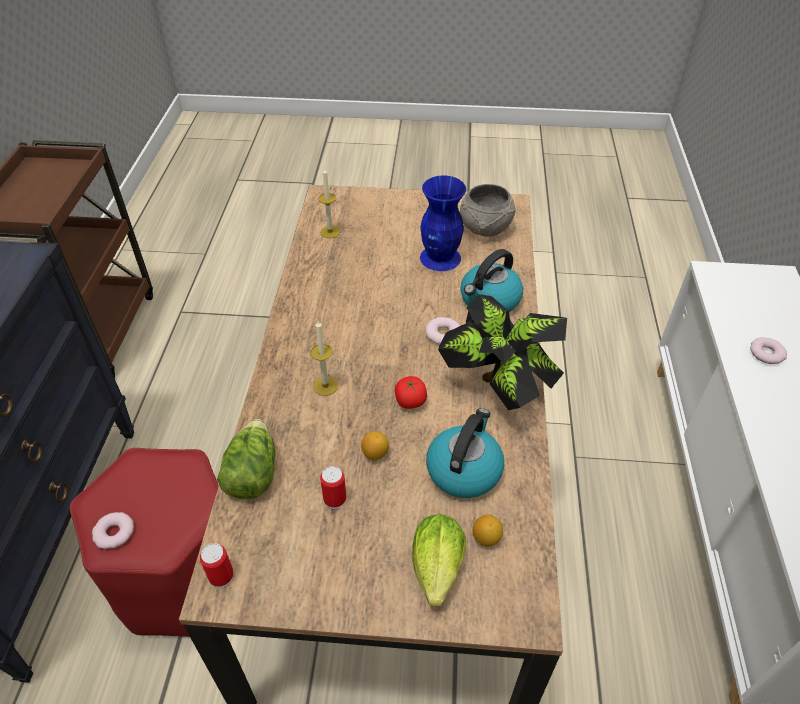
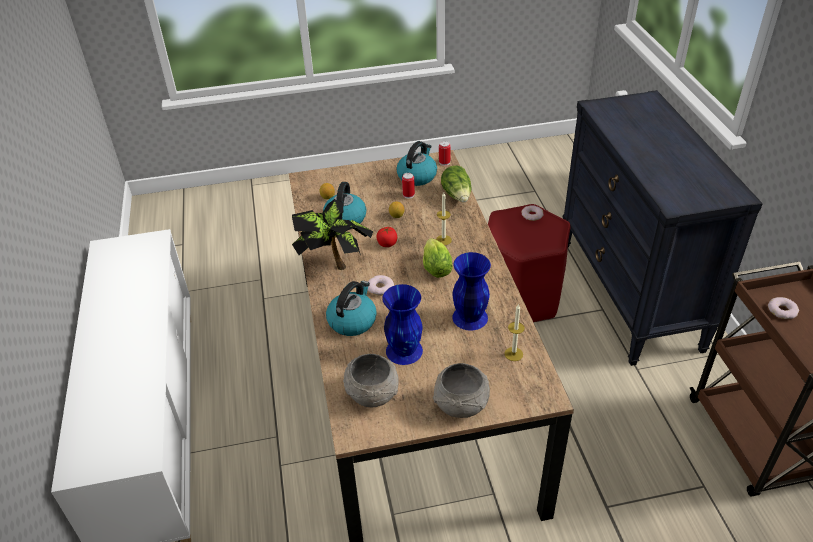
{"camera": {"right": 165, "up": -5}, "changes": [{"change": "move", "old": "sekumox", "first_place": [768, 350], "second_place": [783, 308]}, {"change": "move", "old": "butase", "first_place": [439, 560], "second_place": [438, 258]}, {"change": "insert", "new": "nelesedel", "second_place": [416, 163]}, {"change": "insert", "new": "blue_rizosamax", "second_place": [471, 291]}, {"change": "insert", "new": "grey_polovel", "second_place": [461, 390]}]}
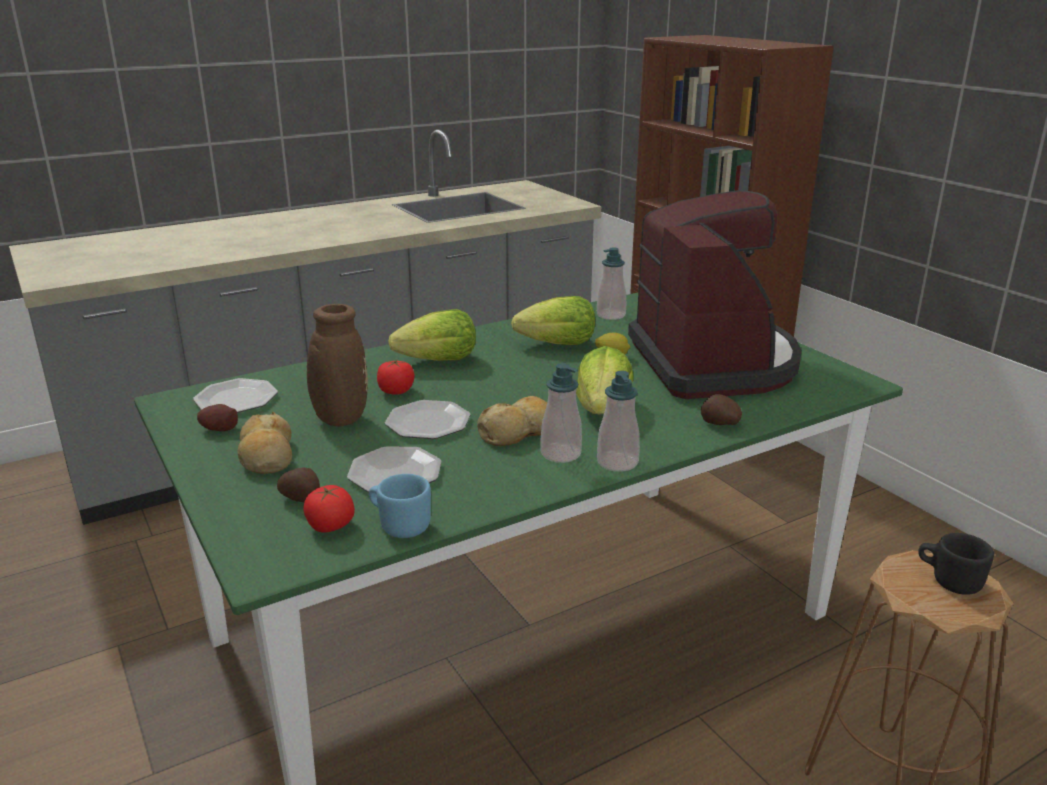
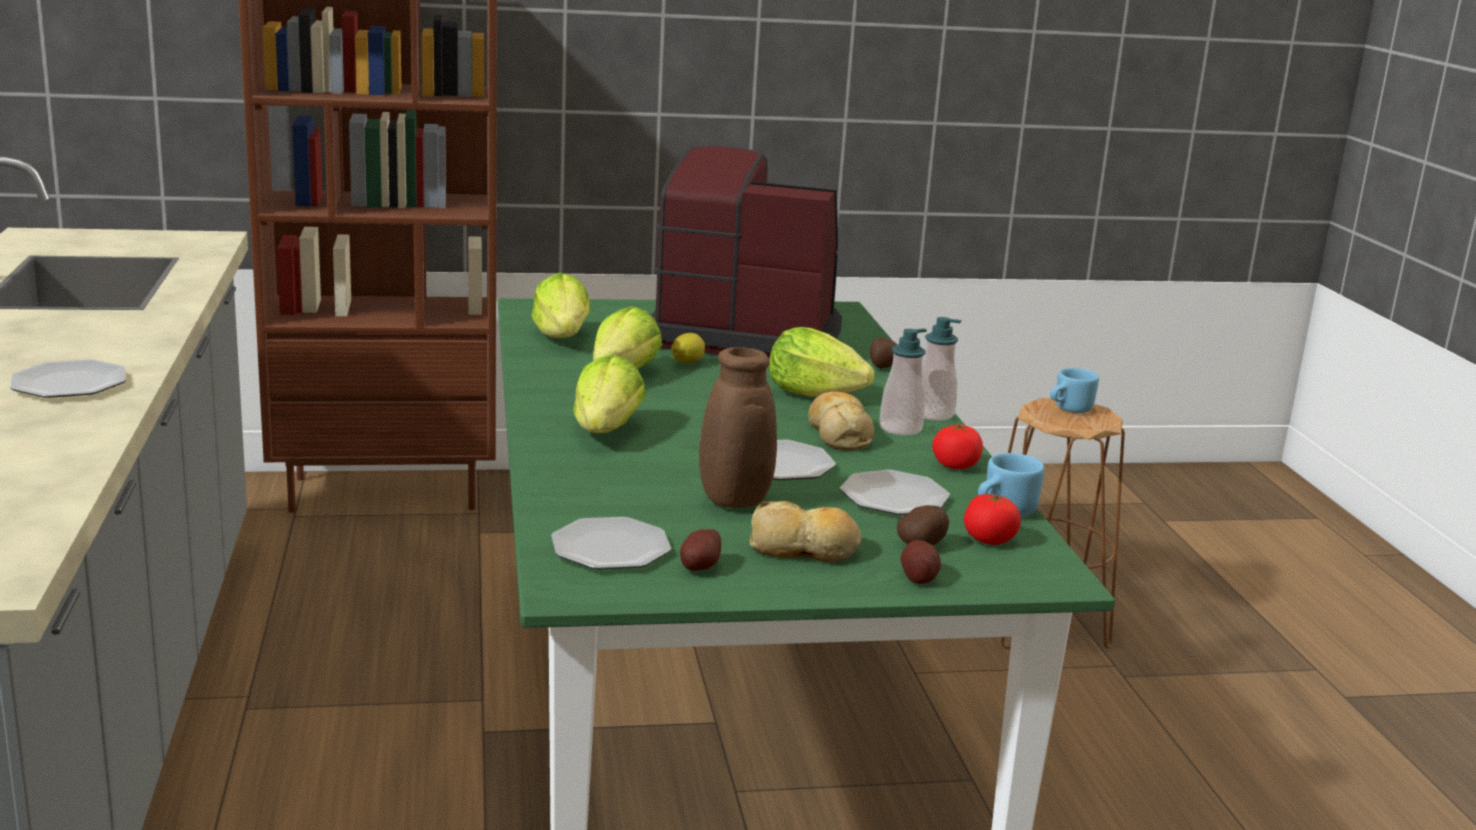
{"camera": {"right": -70, "up": -5}, "changes": [{"change": "replace", "old": "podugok", "new": "butase", "first_place": [611, 284], "second_place": [561, 305]}, {"change": "move", "old": "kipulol", "first_place": [395, 377], "second_place": [957, 446]}, {"change": "recolor", "old": "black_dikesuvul", "new": "blue_dikesuvul", "first_place": [956, 564], "second_place": [1074, 390]}, {"change": "insert", "new": "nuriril", "second_place": [68, 378]}, {"change": "insert", "new": "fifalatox", "second_place": [920, 562]}]}
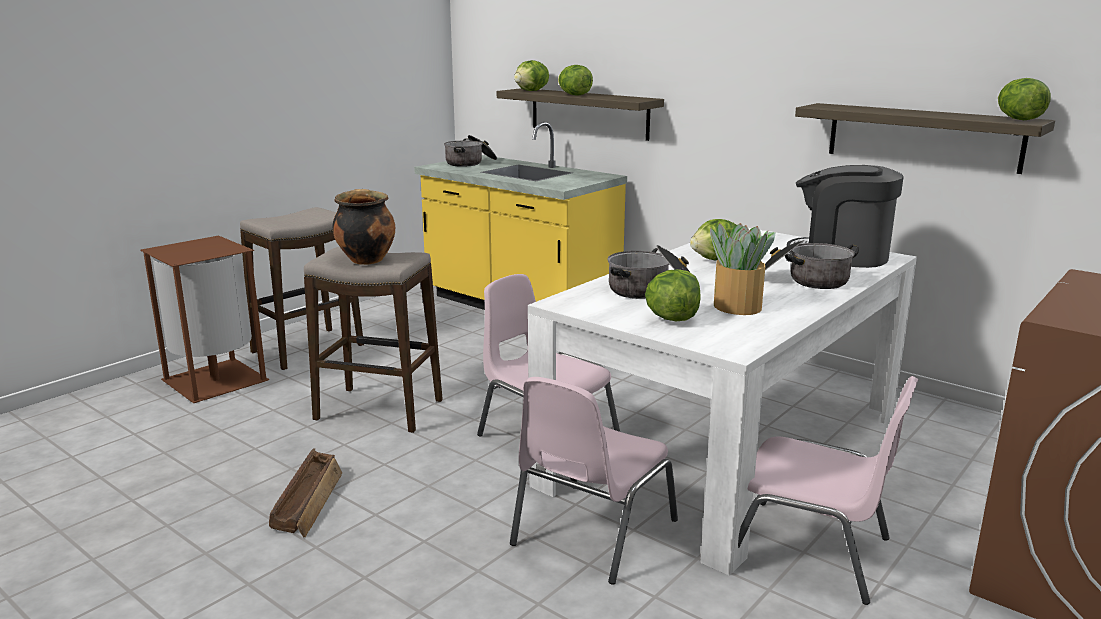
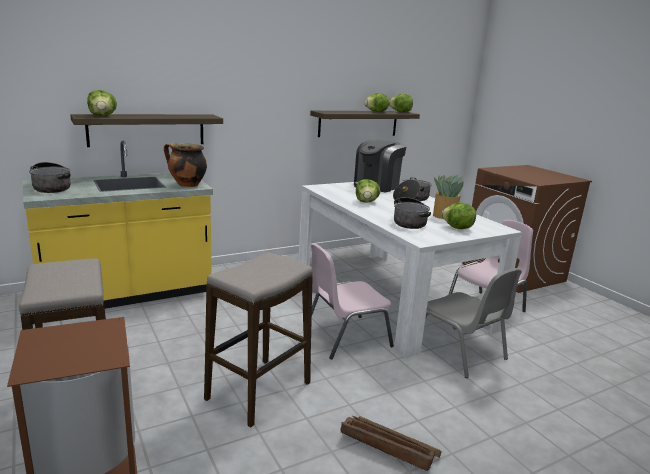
{"camera": {"right": -70, "up": 0}, "changes": [{"change": "move", "old": "butase", "first_place": [575, 80], "second_place": [376, 102]}, {"change": "move", "old": "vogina", "first_place": [363, 227], "second_place": [185, 165]}, {"change": "recolor", "old": "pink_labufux", "new": "grey_labufux", "first_place": [594, 481], "second_place": [473, 323]}]}
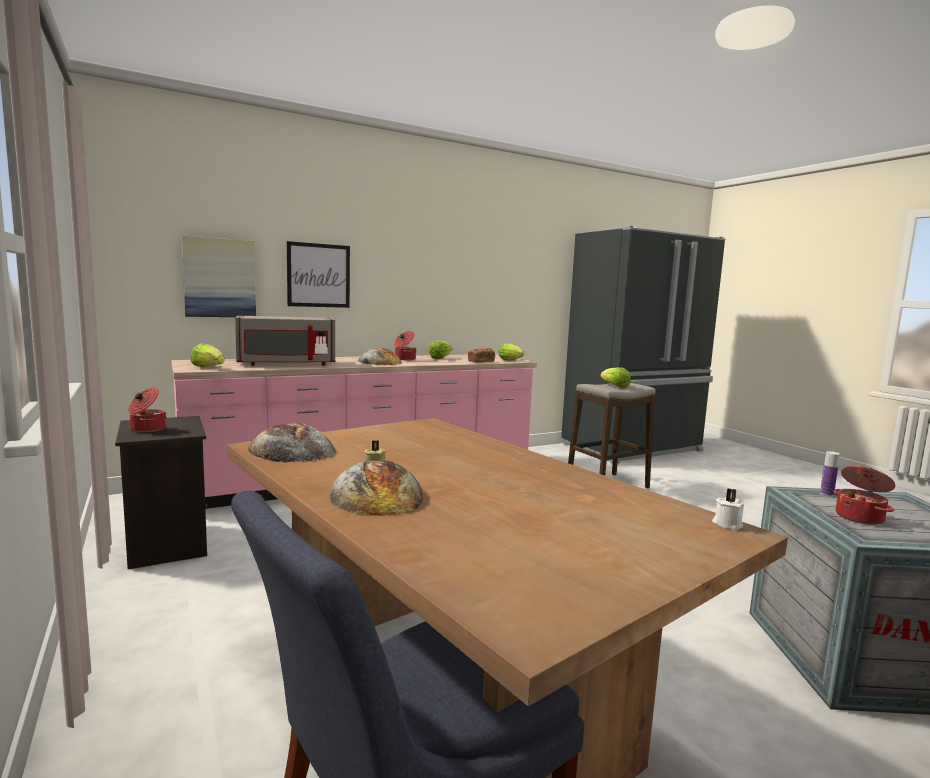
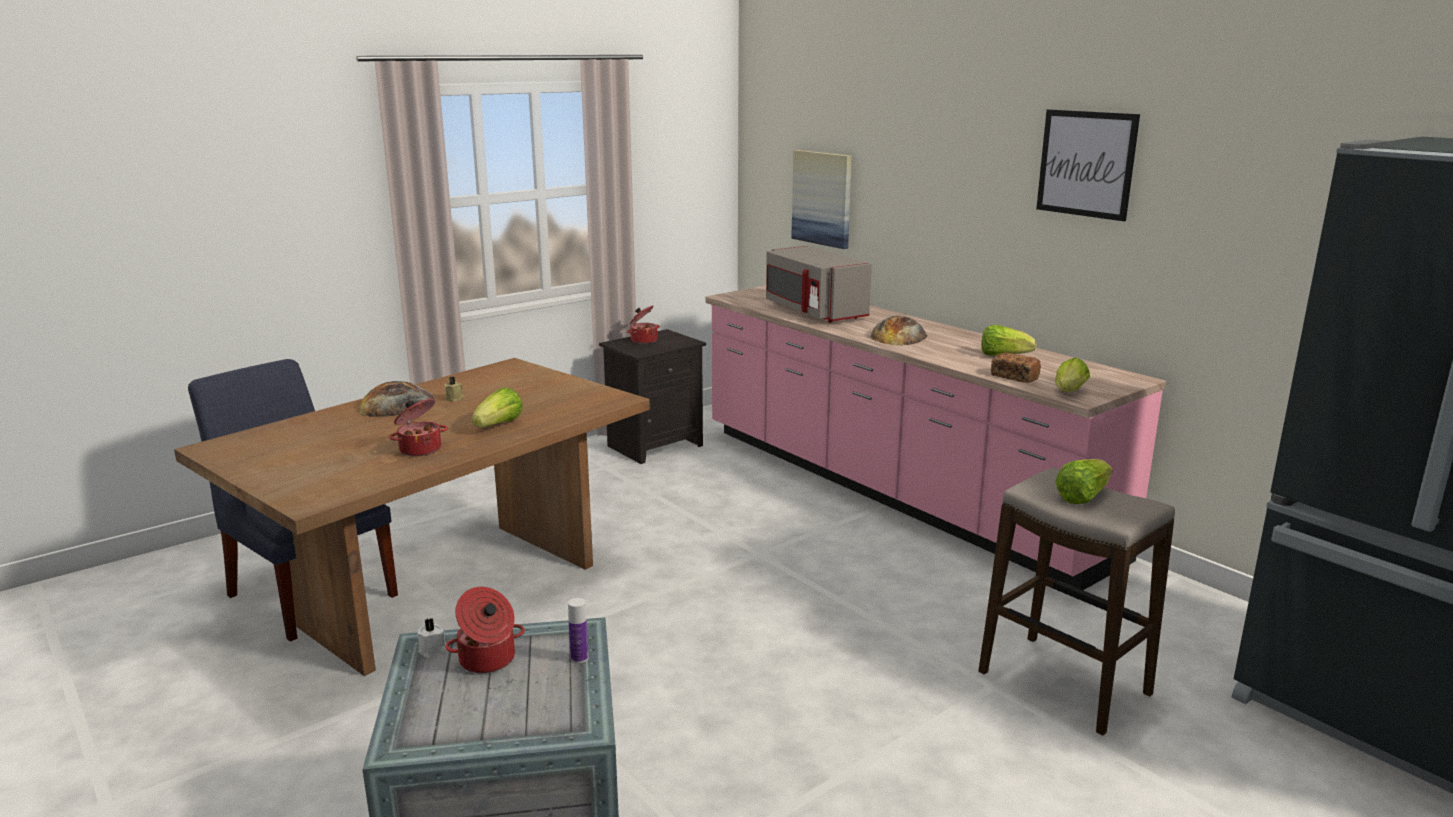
{"camera": {"right": 80, "up": 10}, "changes": [{"change": "move", "old": "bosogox", "first_place": [318, 274], "second_place": [1088, 165]}, {"change": "move", "old": "vogina", "first_place": [405, 345], "second_place": [418, 427]}, {"change": "move", "old": "butase", "first_place": [208, 355], "second_place": [497, 407]}, {"change": "delete", "old": "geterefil", "first_place": [292, 442]}, {"change": "move", "old": "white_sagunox", "first_place": [728, 509], "second_place": [432, 638]}]}
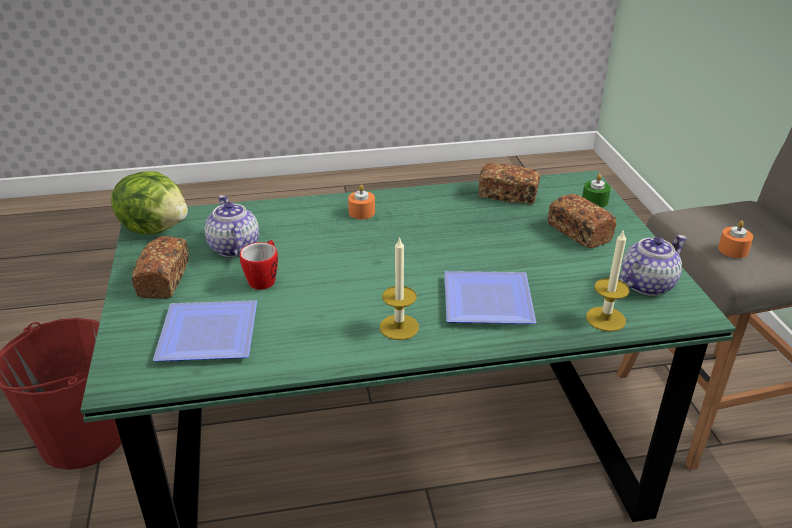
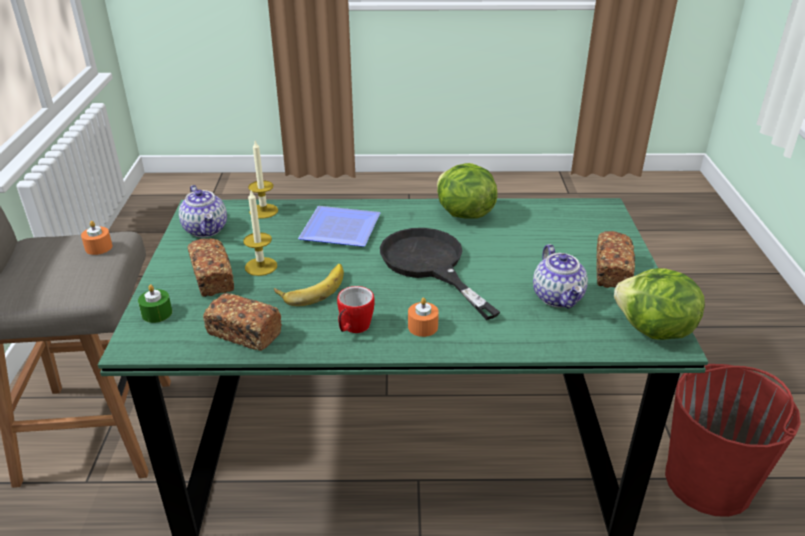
{"camera": {"right": -170, "up": 0}, "changes": [{"change": "rotate", "old": "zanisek", "first_place": [653, 265], "second_place": [203, 211], "degrees": -90}, {"change": "move", "old": "sagunox", "first_place": [399, 288], "second_place": [260, 233]}, {"change": "move", "old": "dikesuvul", "first_place": [259, 265], "second_place": [356, 309]}, {"change": "delete", "old": "nuriril", "first_place": [205, 331]}, {"change": "insert", "new": "butase", "second_place": [467, 191]}, {"change": "insert", "new": "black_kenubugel", "second_place": [440, 274]}, {"change": "insert", "new": "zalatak", "second_place": [309, 285]}]}
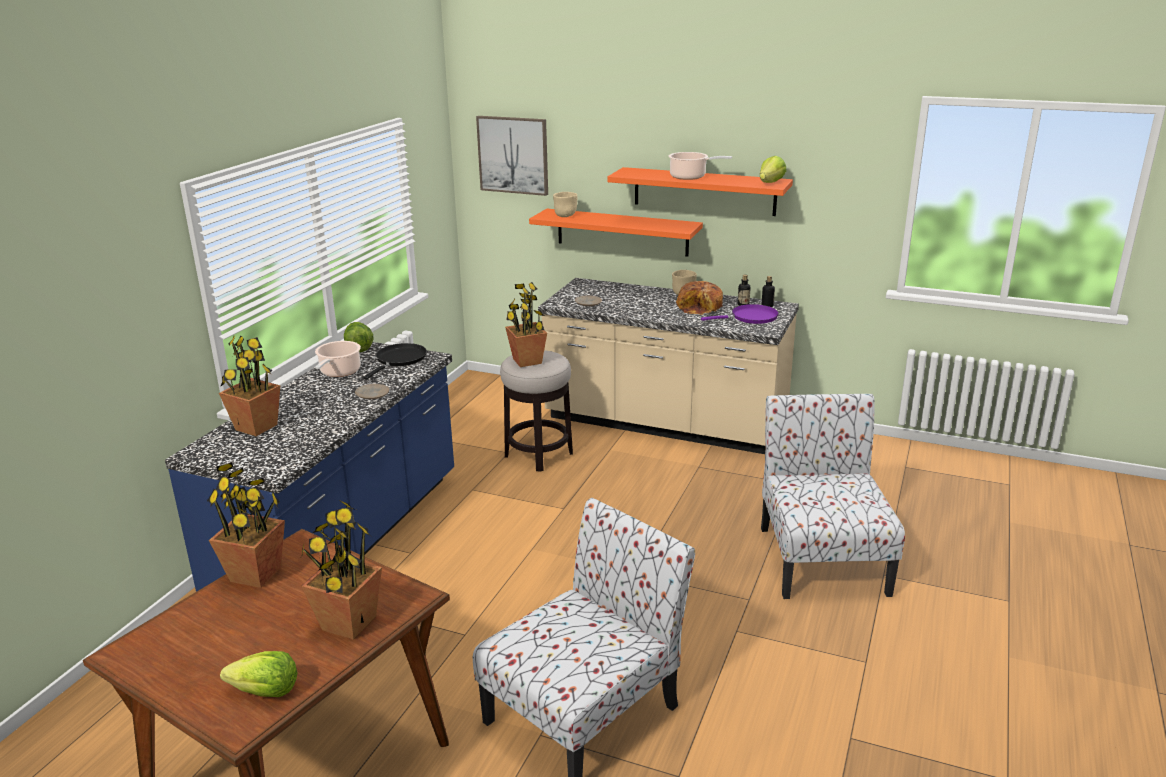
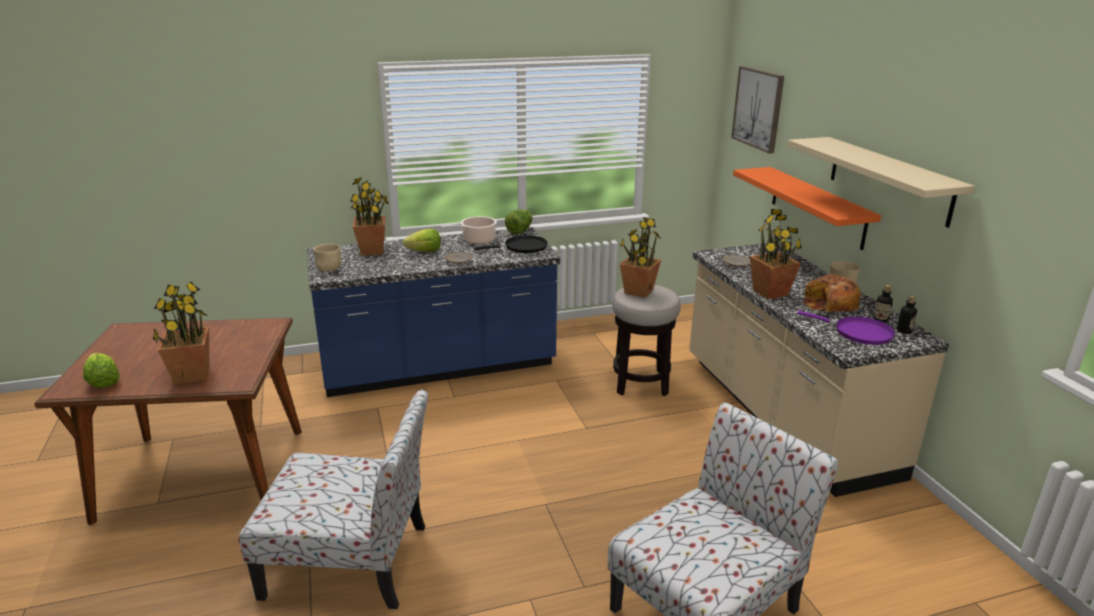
{"camera": {"right": 50, "up": 0}, "changes": [{"change": "delete", "old": "vogina", "first_place": [700, 166]}, {"change": "move", "old": "butase", "first_place": [773, 169], "second_place": [422, 240]}, {"change": "recolor", "old": "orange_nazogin", "new": "beige_nazogin", "first_place": [700, 191], "second_place": [881, 182]}, {"change": "move", "old": "beige_polovel", "first_place": [565, 204], "second_place": [327, 258]}, {"change": "move", "old": "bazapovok", "first_place": [246, 525], "second_place": [776, 254]}]}
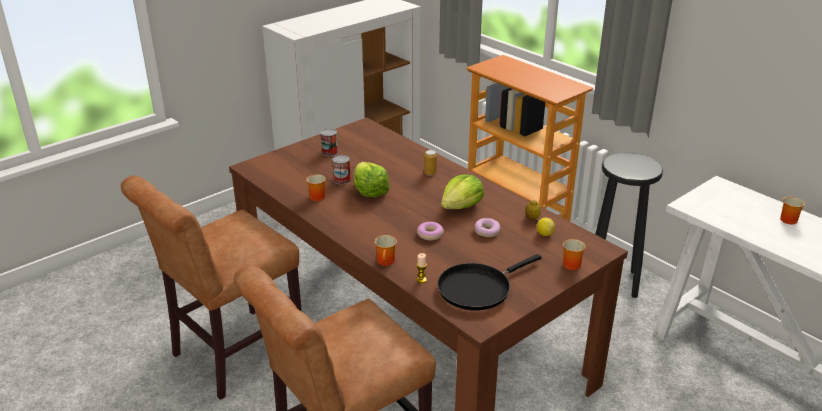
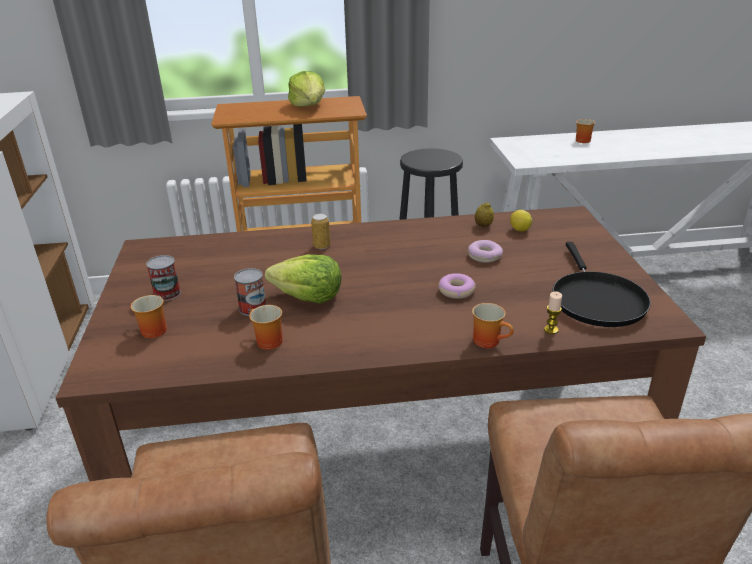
{"camera": {"right": -55, "up": 0}, "changes": [{"change": "move", "old": "butase", "first_place": [462, 191], "second_place": [306, 89]}, {"change": "move", "old": "dikesuvul", "first_place": [574, 254], "second_place": [149, 316]}]}
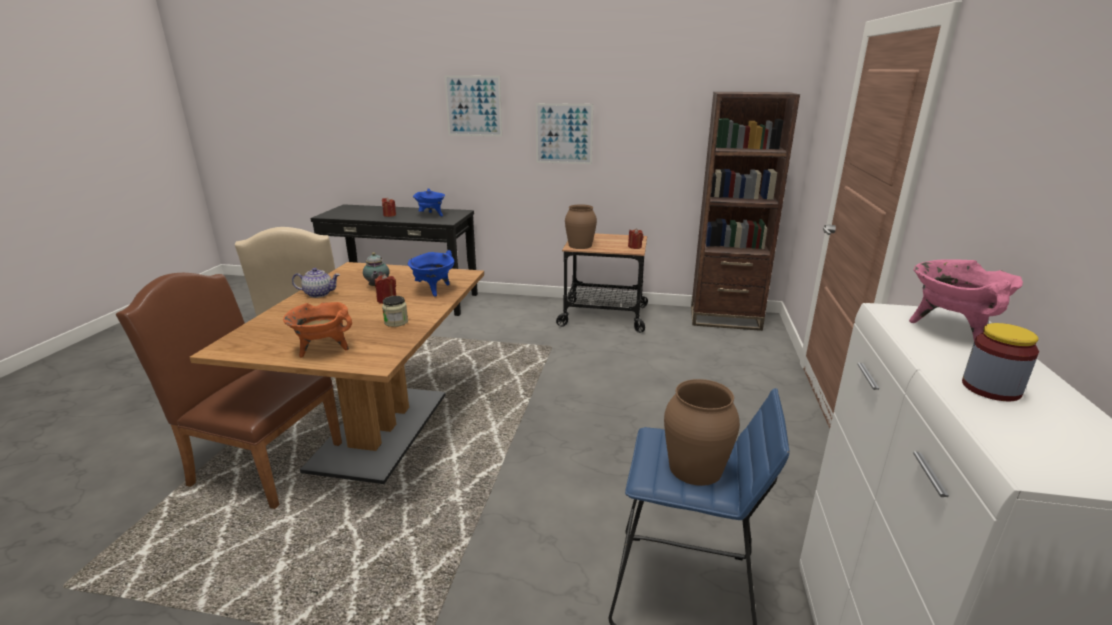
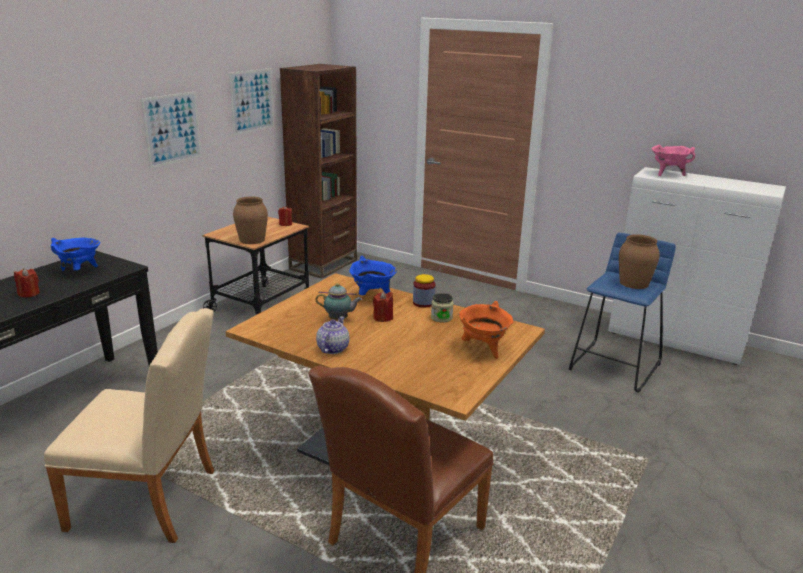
{"camera": {"right": -70, "up": 0}, "changes": [{"change": "move", "old": "bosogox", "first_place": [473, 106], "second_place": [251, 101]}, {"change": "move", "old": "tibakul", "first_place": [1000, 362], "second_place": [424, 291]}]}
